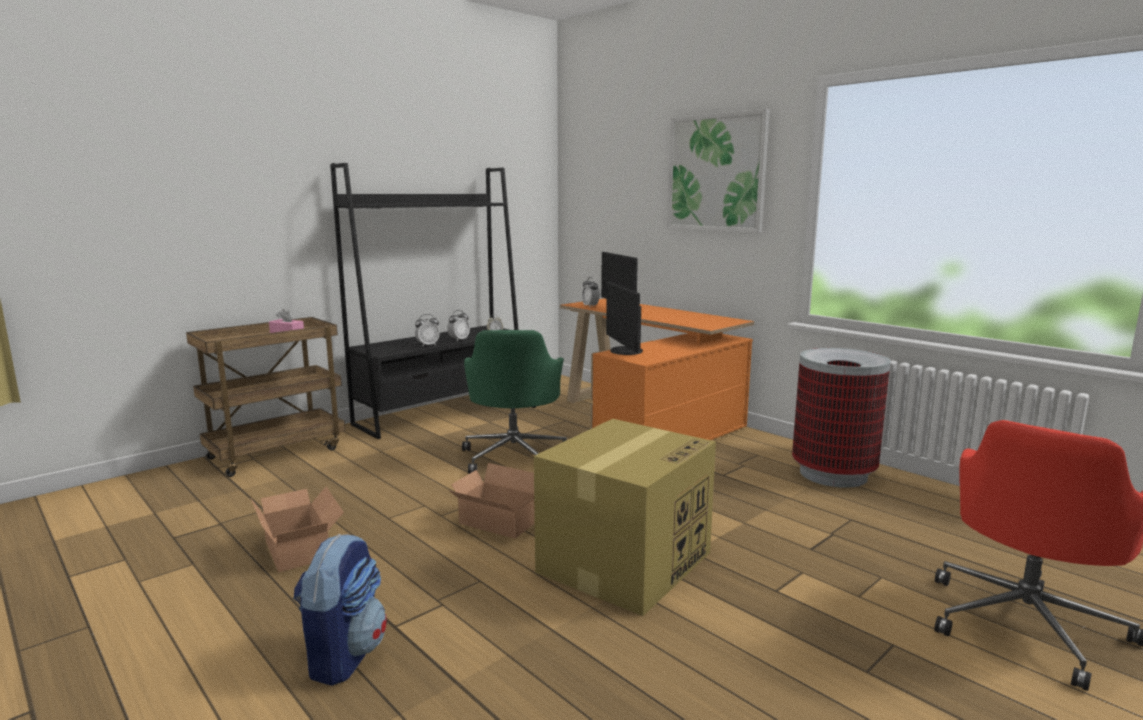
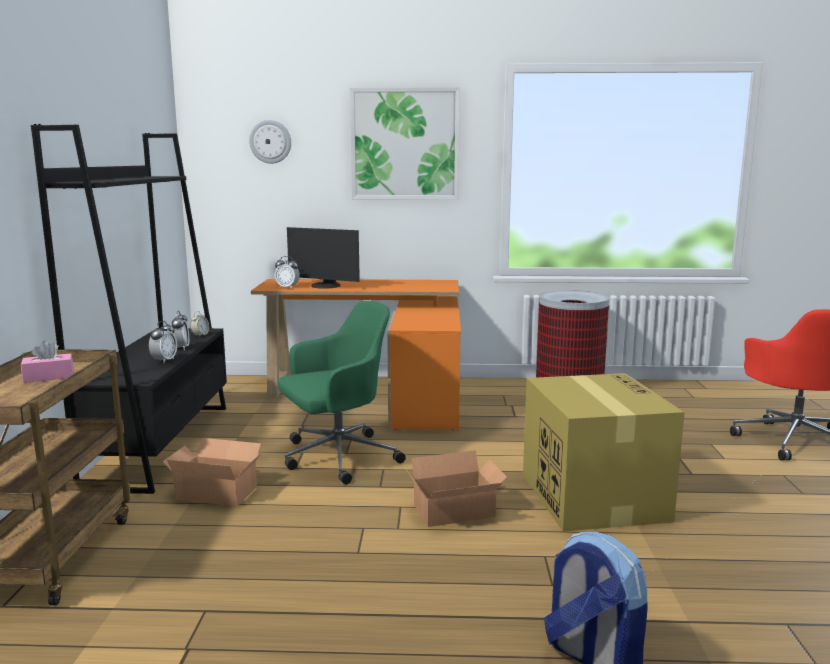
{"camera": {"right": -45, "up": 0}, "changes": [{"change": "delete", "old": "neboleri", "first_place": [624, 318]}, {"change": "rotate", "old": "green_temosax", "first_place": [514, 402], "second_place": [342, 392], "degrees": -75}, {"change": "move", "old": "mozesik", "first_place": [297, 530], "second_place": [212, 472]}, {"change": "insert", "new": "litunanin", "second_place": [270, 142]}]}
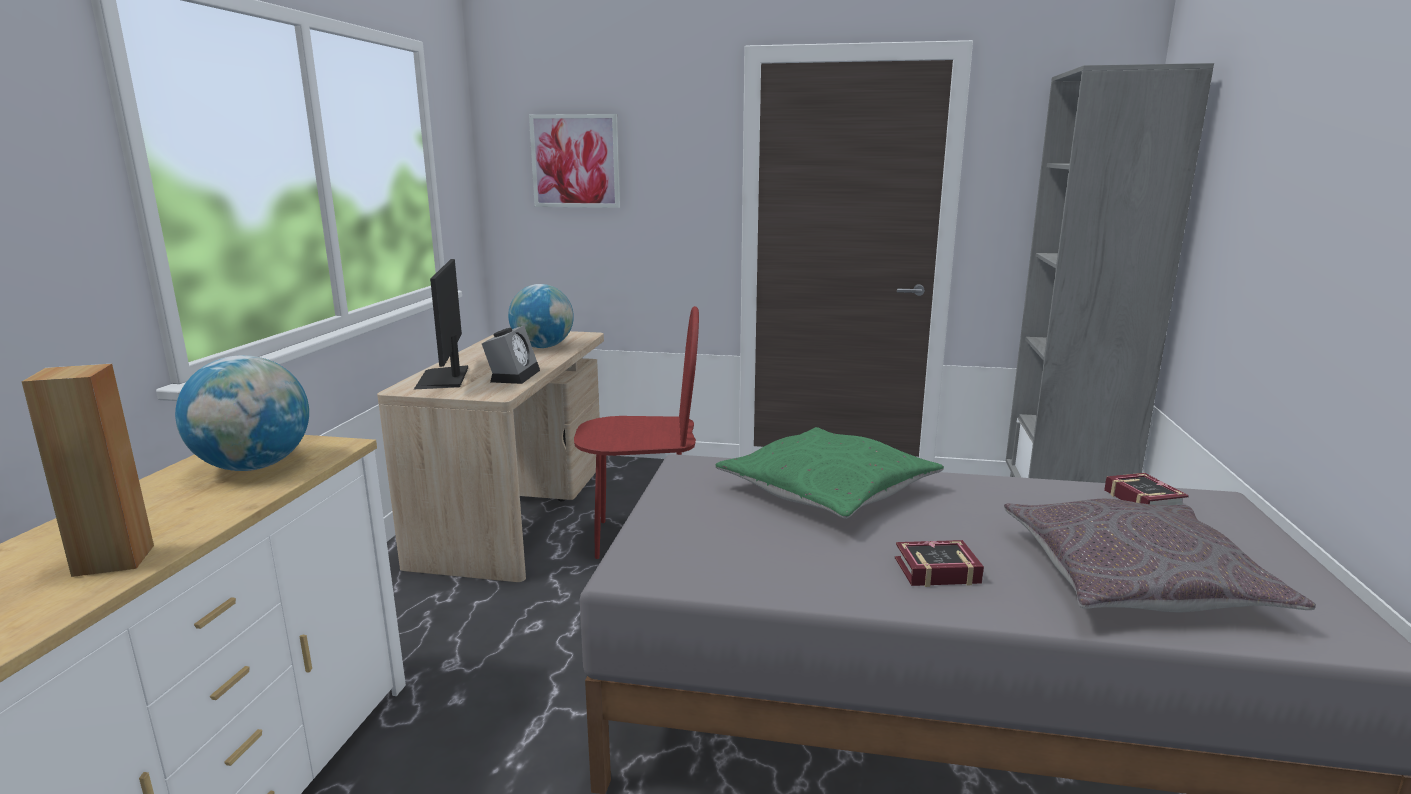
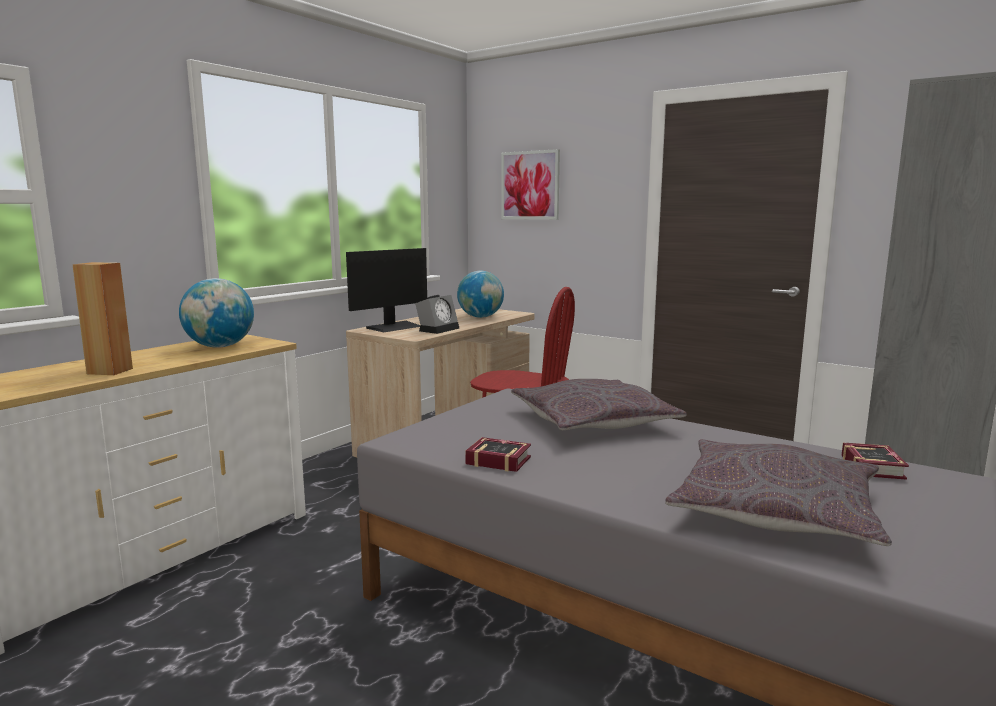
{"camera": {"right": 25, "up": -5}, "changes": [{"change": "rotate", "old": "neboleri", "first_place": [441, 324], "second_place": [386, 290], "degrees": -150}, {"change": "recolor", "old": "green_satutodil", "new": "grey_satutodil", "first_place": [829, 473], "second_place": [599, 404]}, {"change": "move", "old": "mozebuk", "first_place": [939, 563], "second_place": [498, 454]}]}
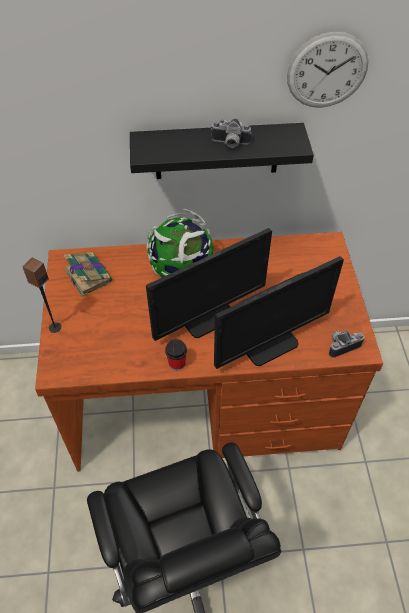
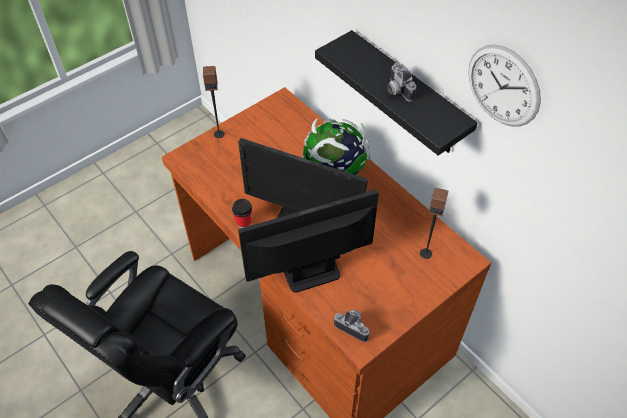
{"camera": {"right": 55, "up": 0}, "changes": [{"change": "delete", "old": "mozebuk", "first_place": [88, 274]}, {"change": "rotate", "old": "neboleri", "first_place": [279, 312], "second_place": [308, 241], "degrees": 135}, {"change": "insert", "new": "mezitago", "second_place": [434, 223]}]}
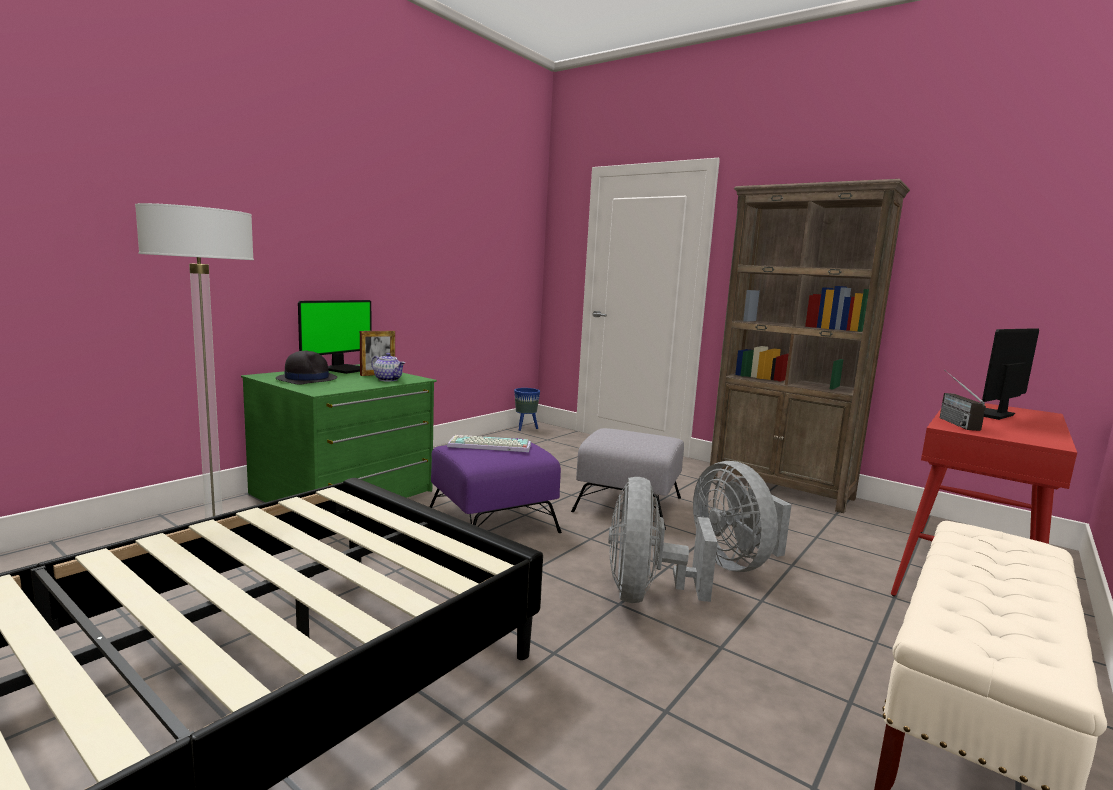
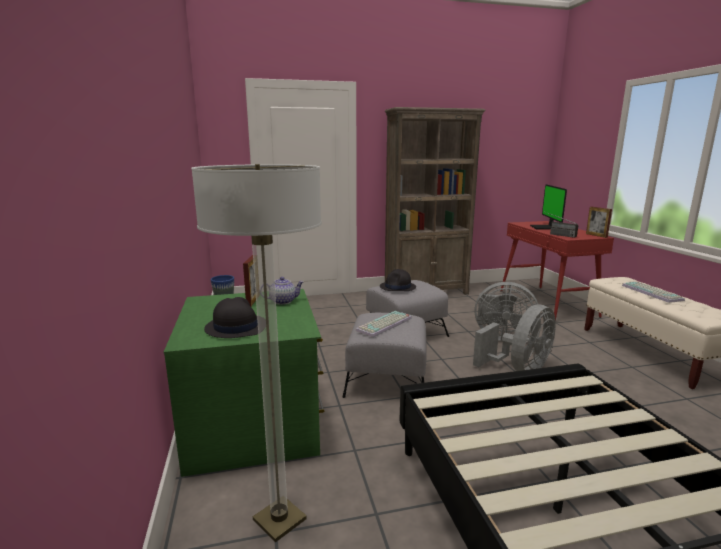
{"camera": {"right": -50, "up": 5}, "changes": [{"change": "delete", "old": "neboleri", "first_place": [334, 337]}, {"change": "recolor", "old": "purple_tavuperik", "new": "grey_tavuperik", "first_place": [496, 485], "second_place": [385, 355]}, {"change": "rotate", "old": "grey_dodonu", "first_place": [662, 540], "second_place": [514, 338], "degrees": -90}, {"change": "insert", "new": "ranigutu", "second_place": [599, 222]}, {"change": "insert", "new": "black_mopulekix", "second_place": [398, 280]}, {"change": "insert", "new": "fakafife", "second_place": [653, 292]}]}
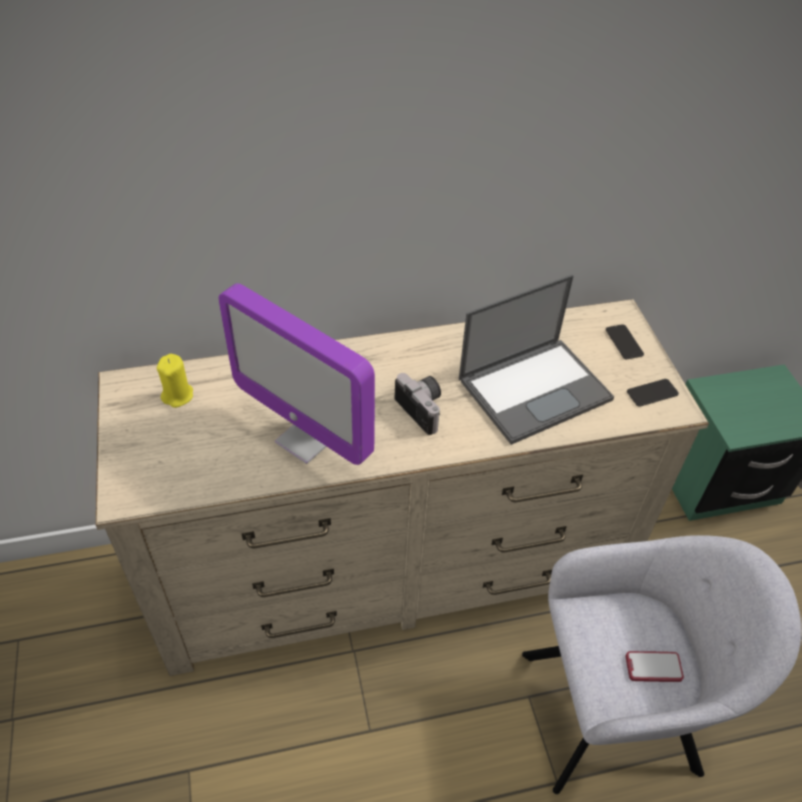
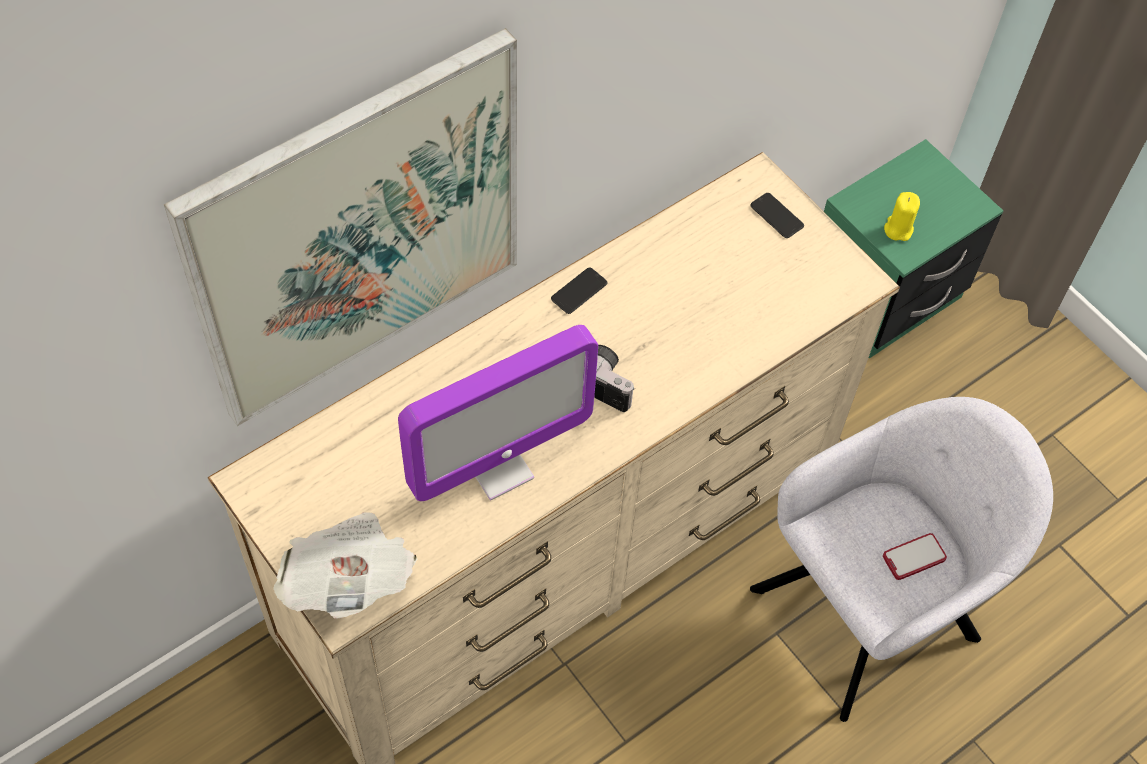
{"camera": {"right": -25, "up": 10}, "changes": [{"change": "delete", "old": "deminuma", "first_place": [536, 359]}, {"change": "rotate", "old": "neboleri", "first_place": [297, 374], "second_place": [498, 413], "degrees": -45}, {"change": "move", "old": "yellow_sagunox", "first_place": [175, 381], "second_place": [902, 216]}, {"change": "move", "old": "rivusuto", "first_place": [653, 393], "second_place": [579, 290]}, {"change": "insert", "new": "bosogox", "second_place": [340, 227]}, {"change": "insert", "new": "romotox", "second_place": [345, 565]}]}
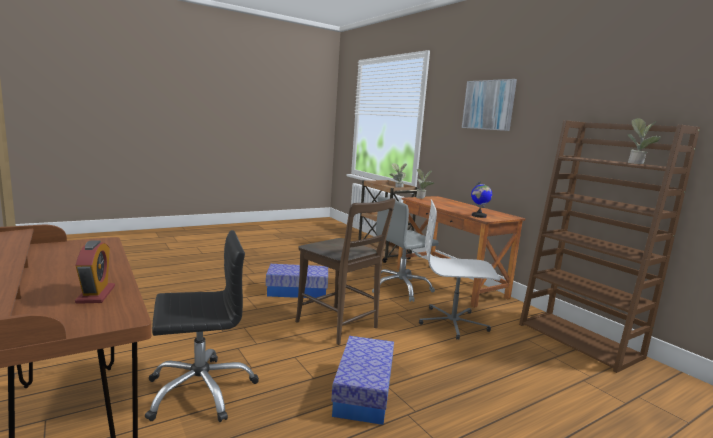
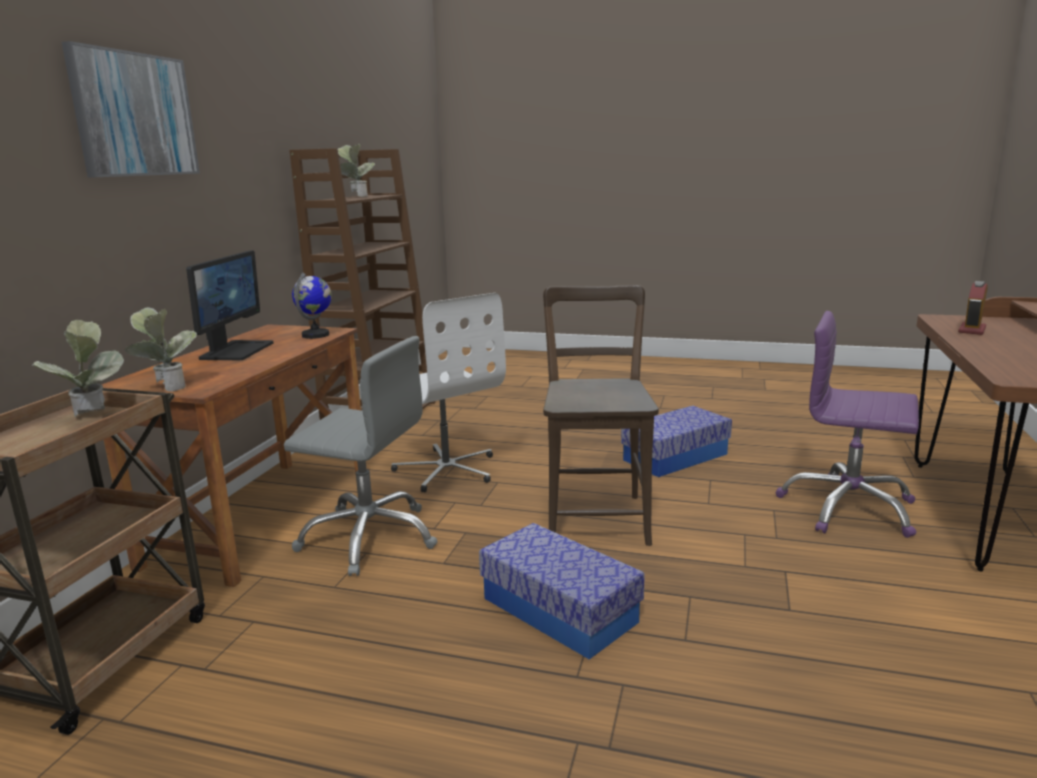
{"camera": {"right": -130, "up": 5}, "changes": [{"change": "recolor", "old": "black_temosax", "new": "purple_temosax", "first_place": [202, 326], "second_place": [847, 424]}, {"change": "insert", "new": "neboleri", "second_place": [229, 305]}]}
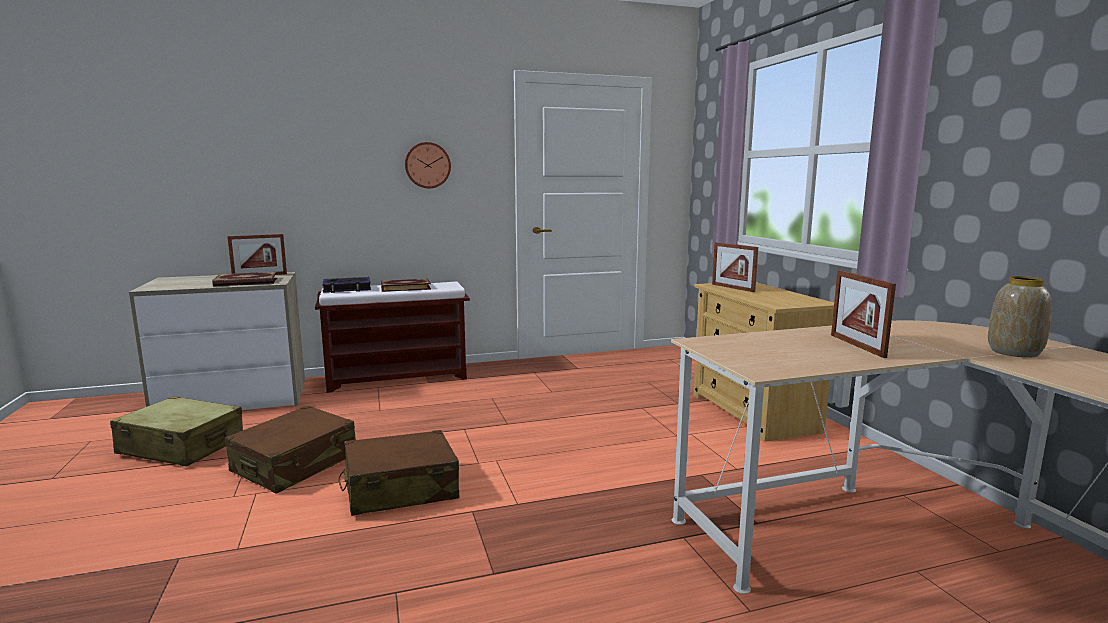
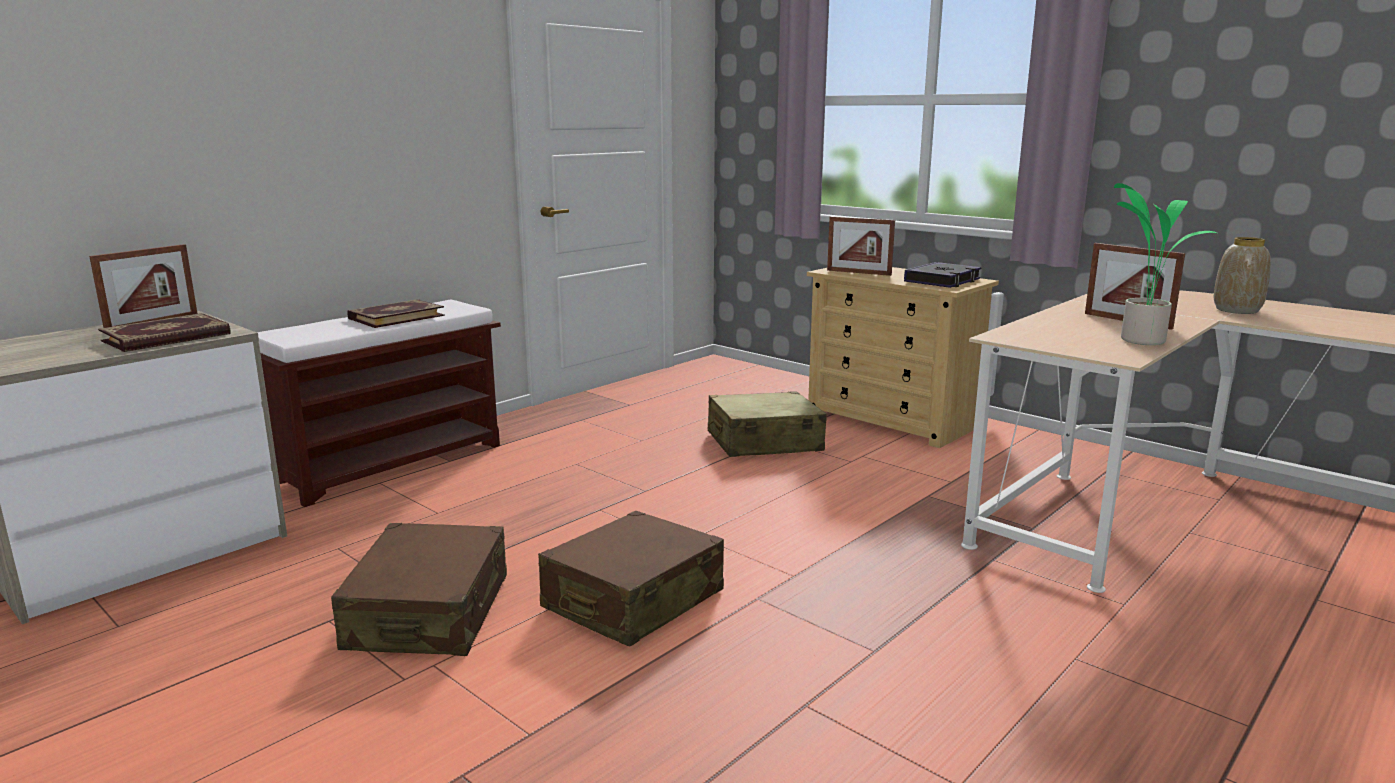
{"camera": {"right": -30, "up": 5}, "changes": [{"change": "delete", "old": "litunanin", "first_place": [428, 165]}, {"change": "move", "old": "mozebuk", "first_place": [346, 285], "second_place": [942, 275]}, {"change": "move", "old": "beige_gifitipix", "first_place": [176, 431], "second_place": [767, 424]}, {"change": "insert", "new": "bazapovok", "second_place": [1166, 264]}]}
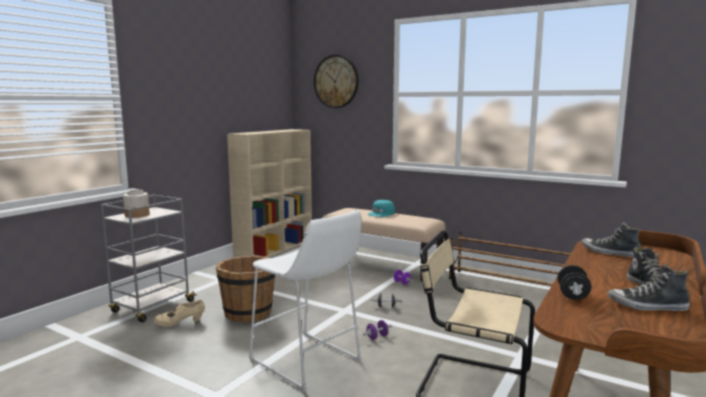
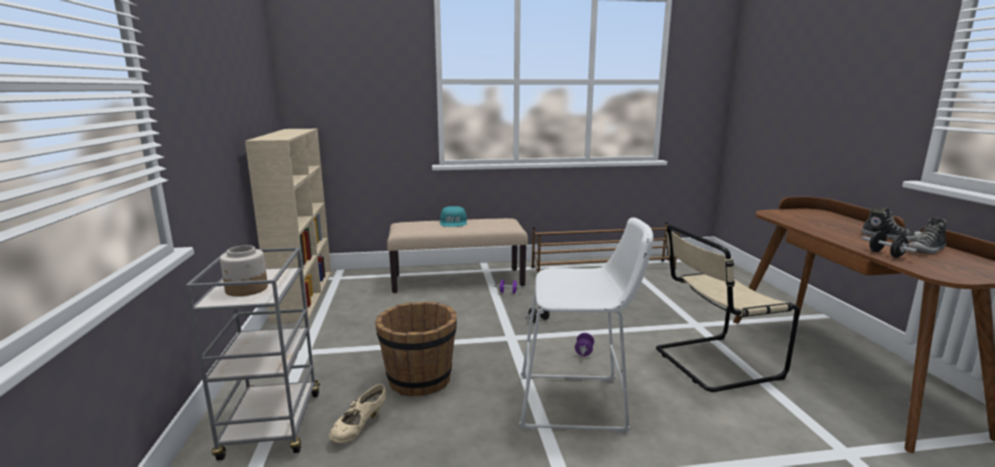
{"camera": {"right": -40, "up": 5}, "changes": [{"change": "delete", "old": "litunanin", "first_place": [336, 81]}, {"change": "delete", "old": "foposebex", "first_place": [611, 239]}]}
